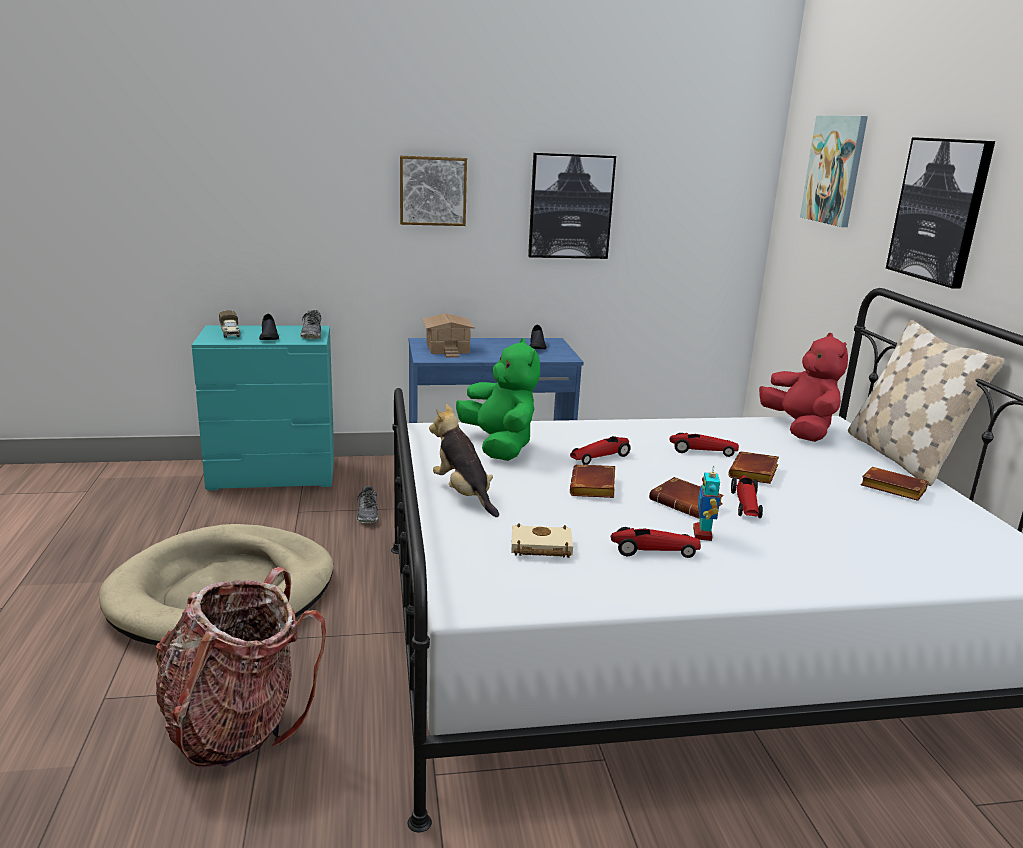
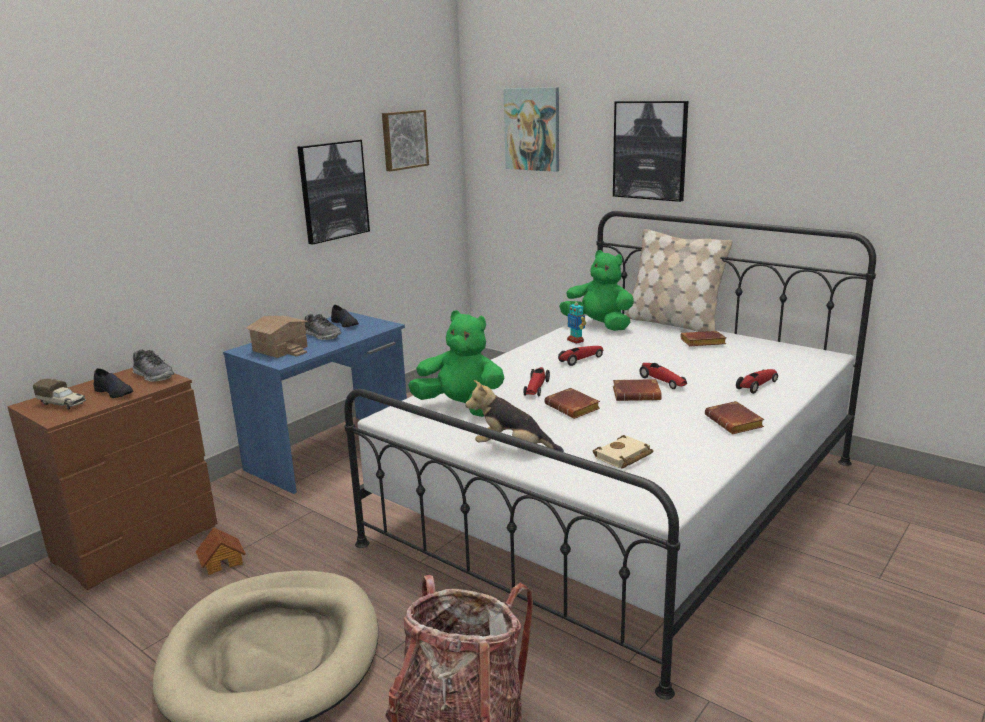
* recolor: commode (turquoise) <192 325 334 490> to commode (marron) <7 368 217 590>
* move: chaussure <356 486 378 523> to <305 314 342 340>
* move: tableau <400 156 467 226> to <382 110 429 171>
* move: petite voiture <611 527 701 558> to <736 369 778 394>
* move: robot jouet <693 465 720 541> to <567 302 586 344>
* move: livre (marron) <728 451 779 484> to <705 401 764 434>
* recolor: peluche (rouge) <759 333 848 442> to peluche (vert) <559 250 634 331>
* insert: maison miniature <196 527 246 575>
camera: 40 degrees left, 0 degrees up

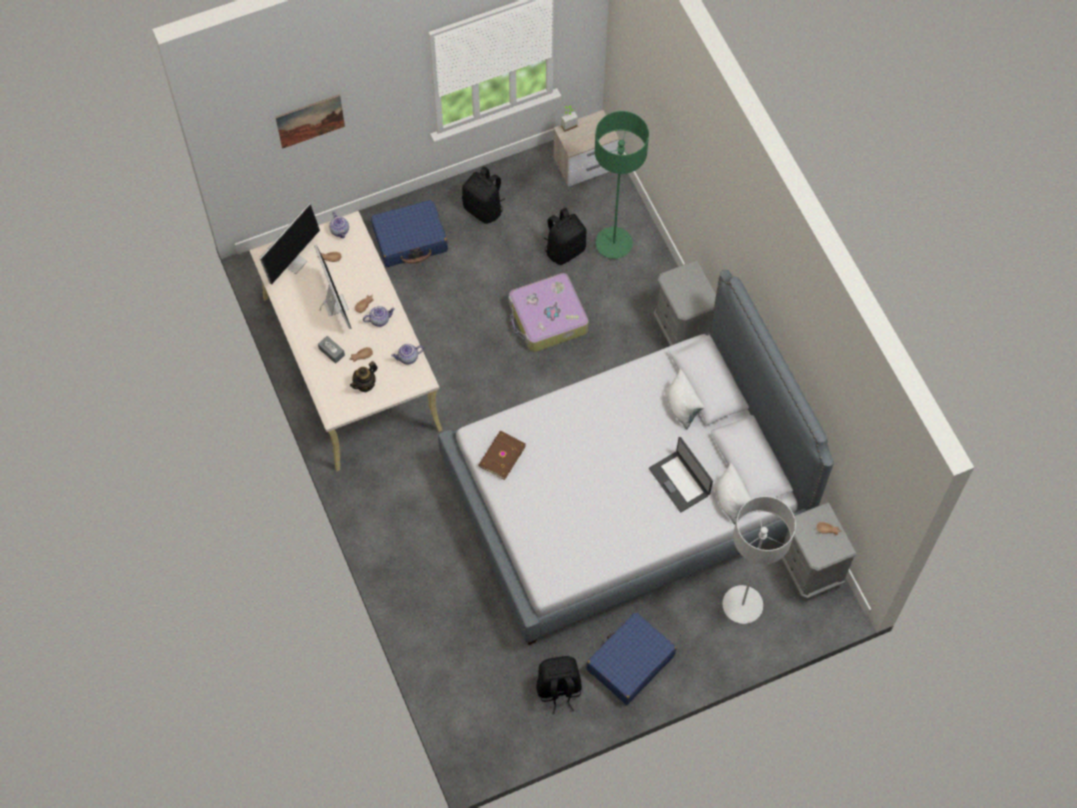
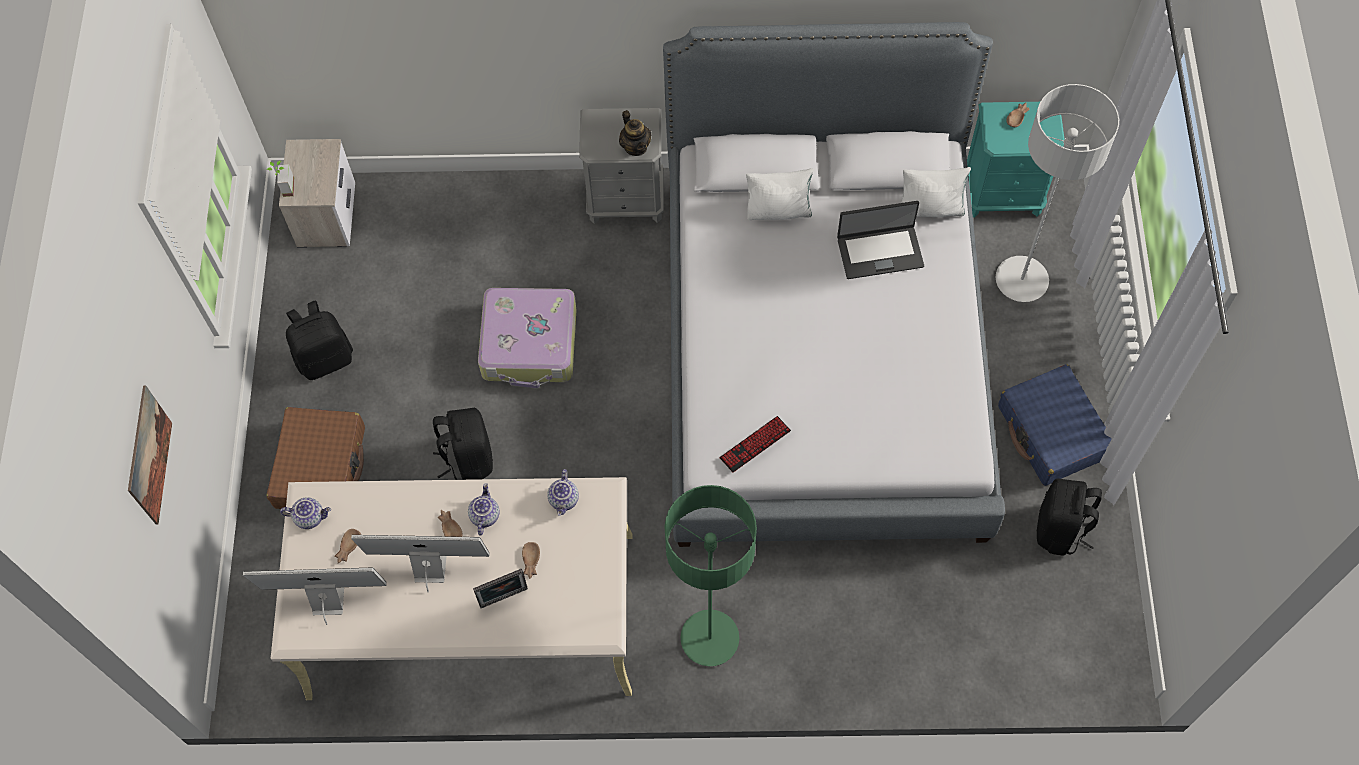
* rotate: écran d'ordinateur <259 203 320 285> = <243 567 387 625> 60 degrees counterclockwise
* replace: boîte à mouchoirs (gris) <318 336 345 364> to cadre photo <473 569 528 608>
* move: théière <350 361 378 392> to <619 110 651 156>
* recolor: valise (bleu) <371 200 448 267> to valise (marron) <266 407 365 509>
* replace: livre (marron) <478 431 526 480> to clavier <720 416 791 473>
* move: sac à dos (noir) <544 208 586 265> to <433 408 493 480>
* move: lampadaire (vert) <595 111 649 259> to <665 485 757 666>
* recolor: table de chevet (gris) <780 502 856 601> to table de chevet (turquoise) <967 102 1064 218>
camera: 65 degrees left, 0 degrees up

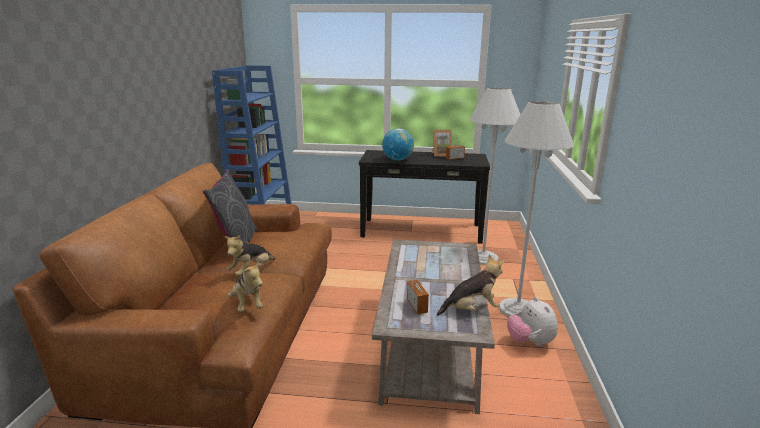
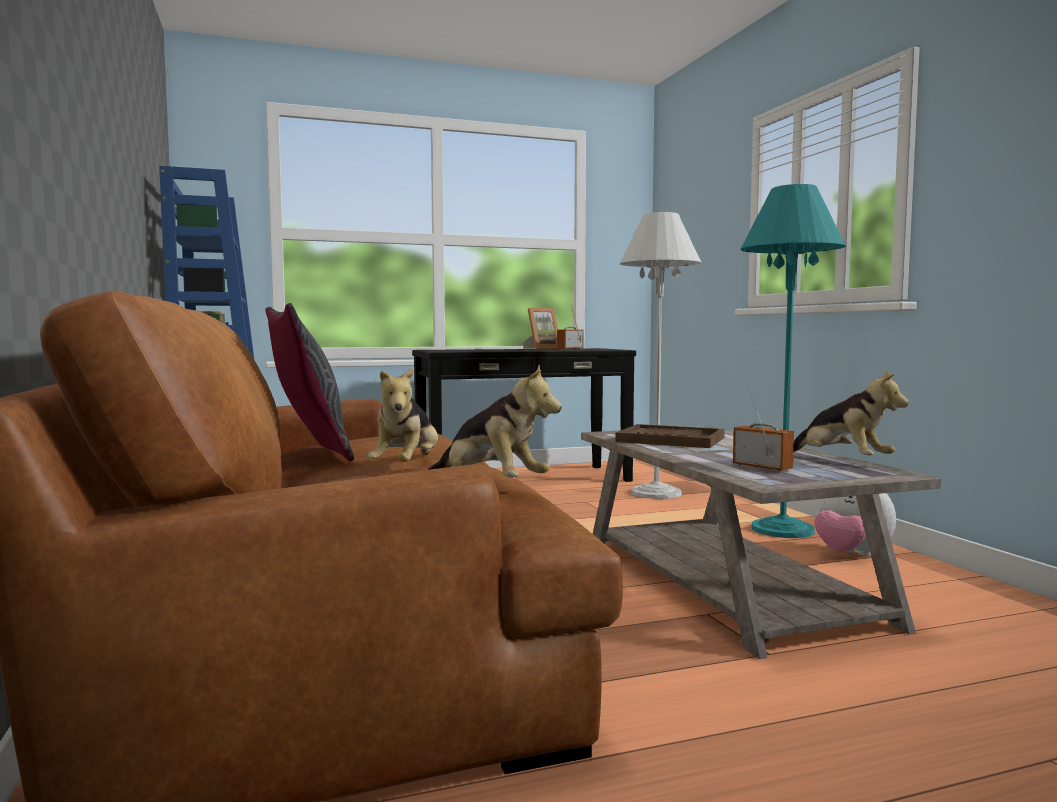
* delete: globe <382 129 414 161>
* rotate: peluche <437 255 504 316> = <793 370 909 455> 90 degrees clockwise
* recolor: lampadaire (blanc) <499 101 574 317> to lampadaire (turquoise) <740 184 846 538>
* insert: plateau (marron) <615 424 725 448>
camera: 25 degrees left, 15 degrees down

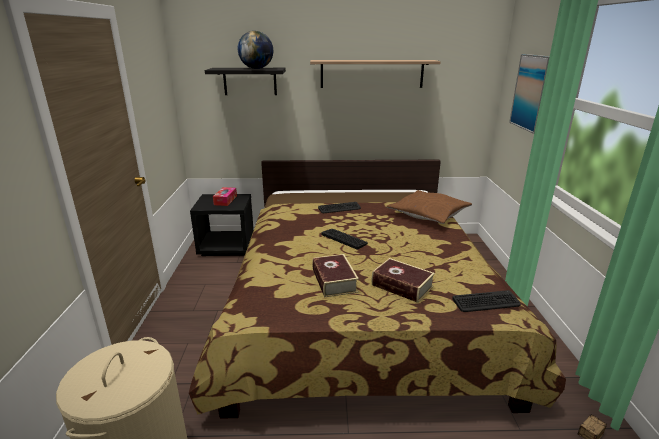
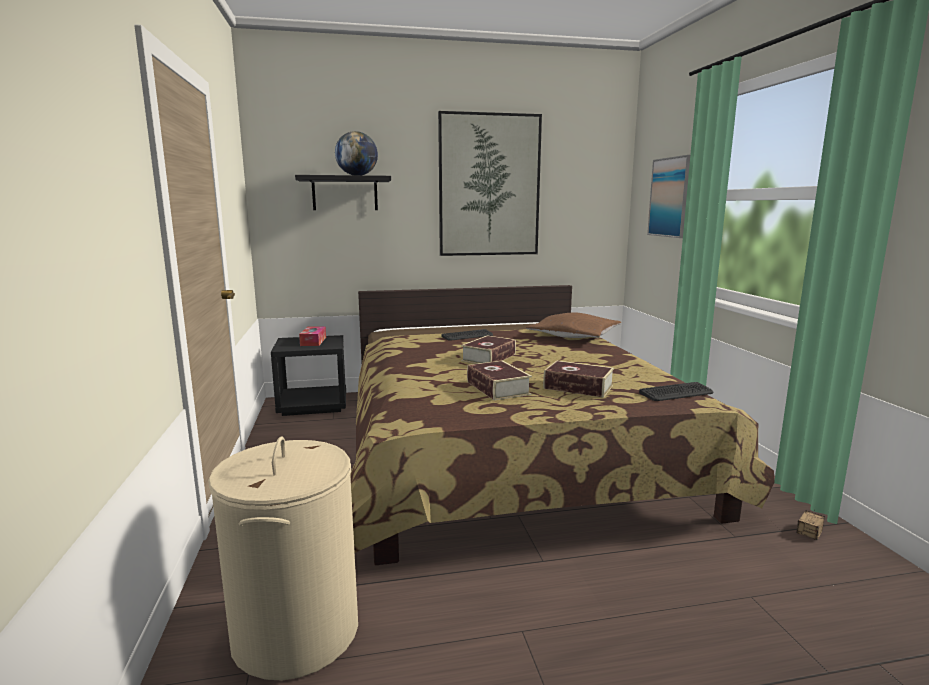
* replace: étagère <310 60 441 88> to tableau <438 111 542 256>
* replace: clavier <321 229 368 250> to livre <461 335 516 364>
camera: 10 degrees left, 10 degrees down

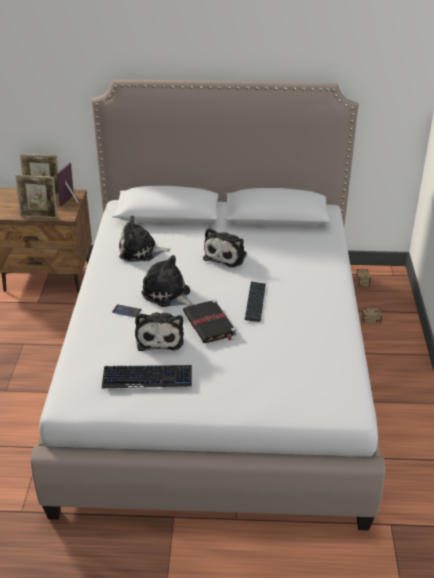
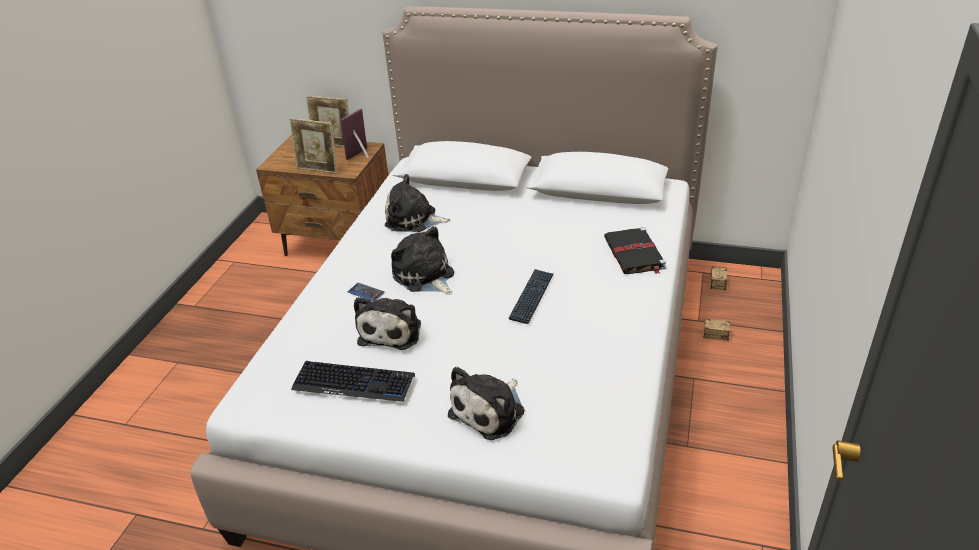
* move: livre (noir) <183 300 237 343> to <604 227 666 274>
* move: peluche <203 228 247 268> to <448 366 525 440>
camera: 15 degrees right, 0 degrees up

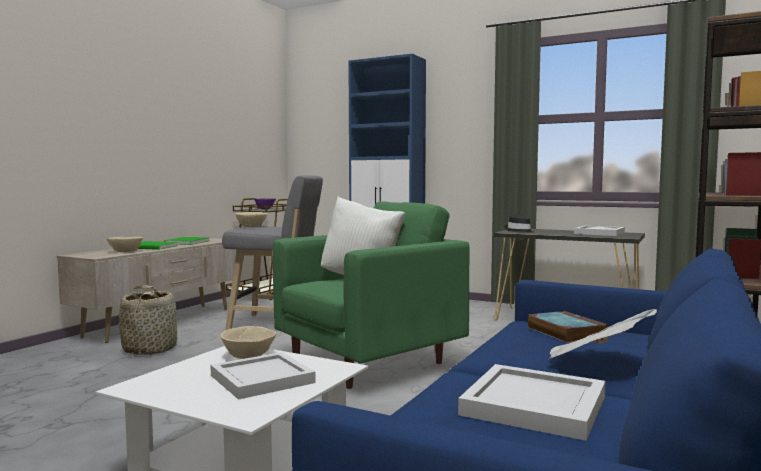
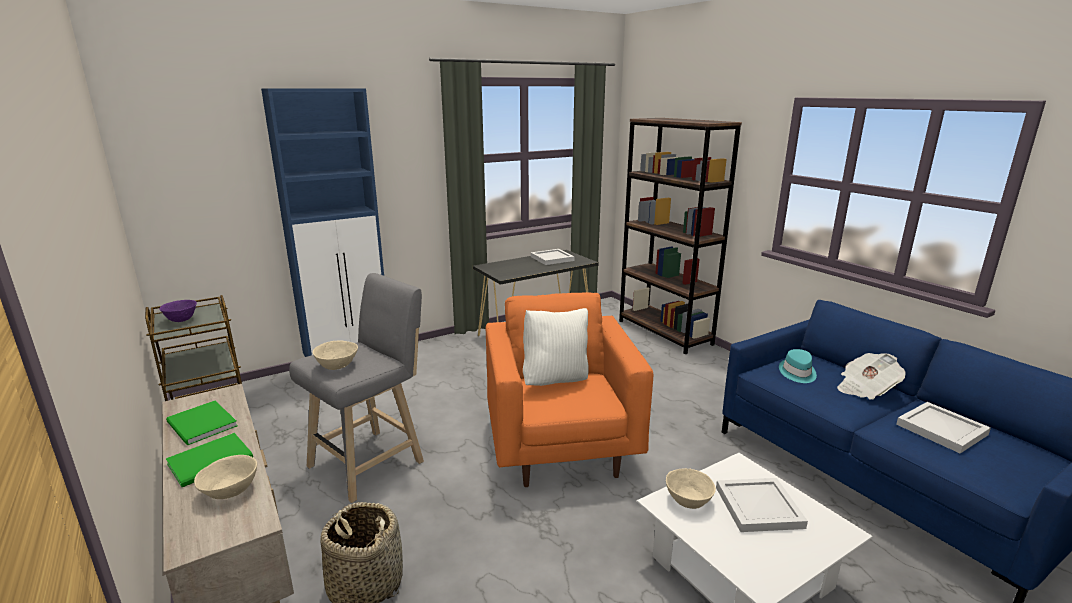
* recolor: fauteuil (vert) <272 202 469 389> to fauteuil (orange) <486 292 653 487>
* delete: chapeau (noir) <505 215 534 233>
* replace: livre <528 311 608 343> to chapeau (turquoise) <779 349 817 383>
camera: 60 degrees left, 15 degrees up

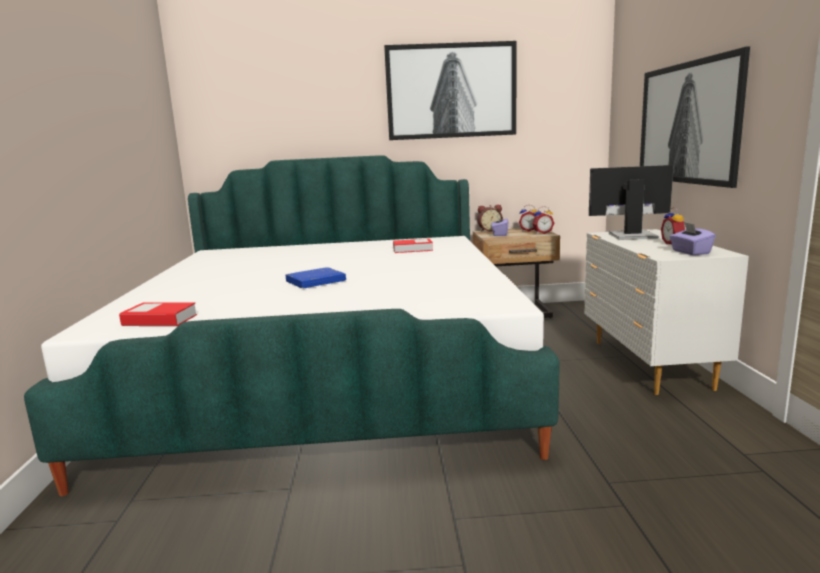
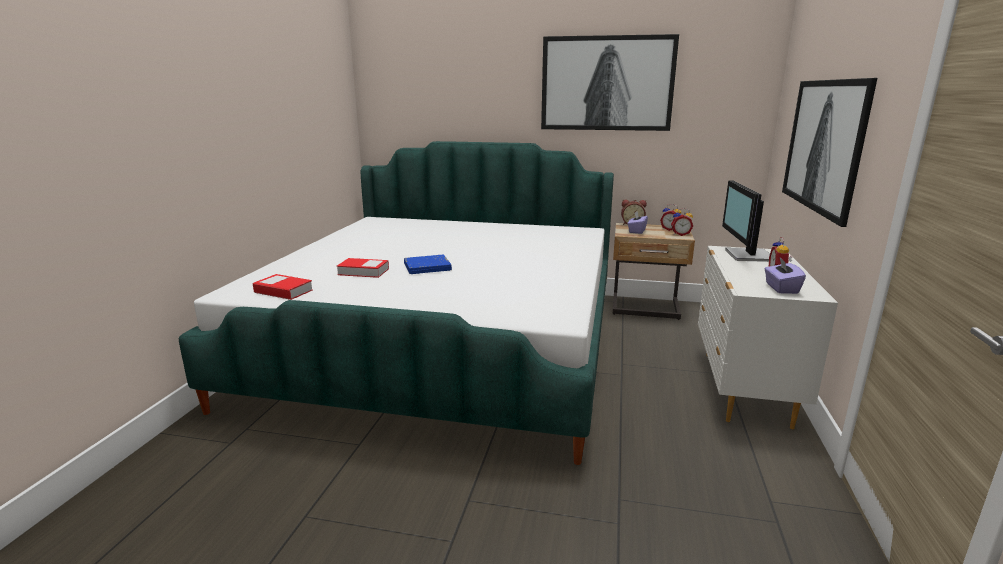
* move: livre <393 238 433 253> to <337 258 389 278>
* rotate: écran d'ordinateur <589 165 674 240> = <722 180 770 262> 105 degrees counterclockwise
camera: 15 degrees right, 5 degrees up

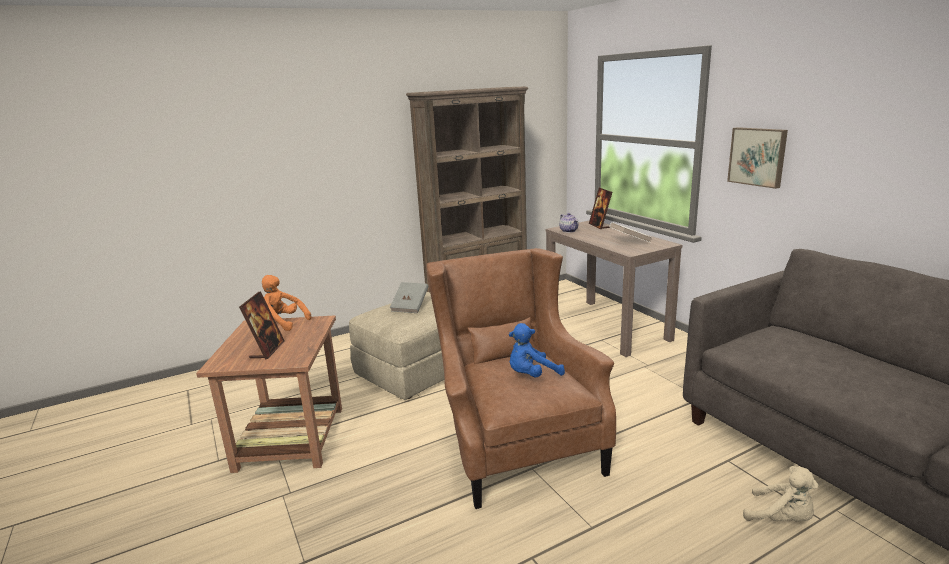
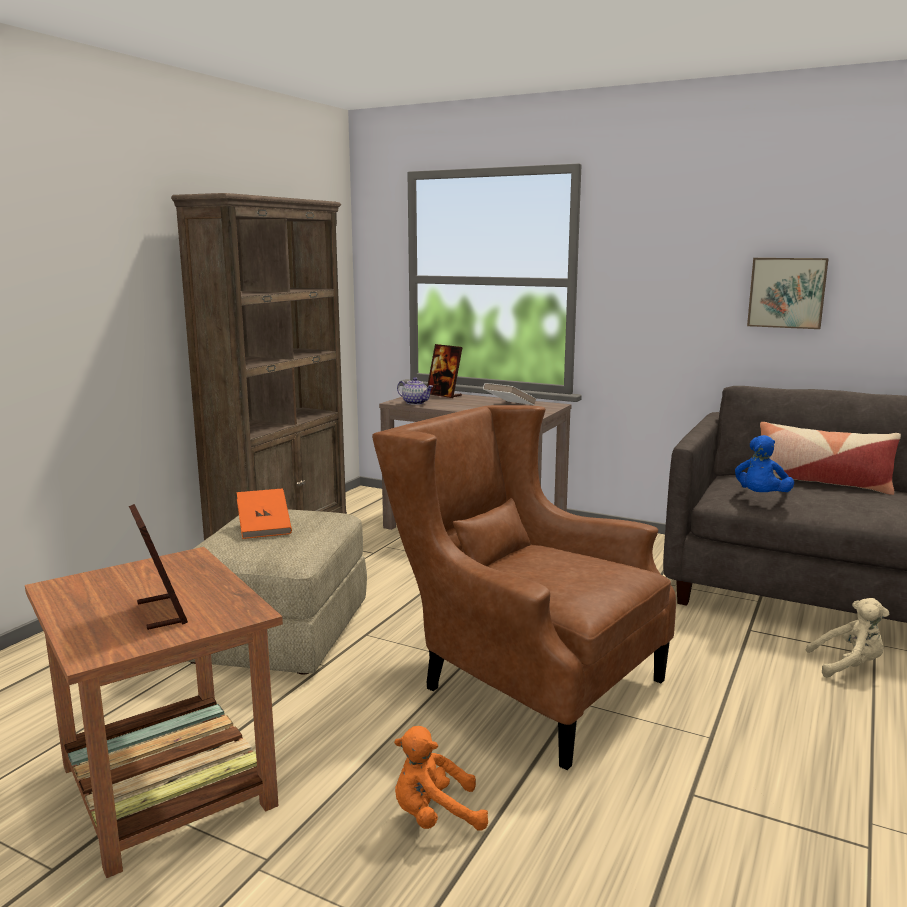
* move: peluche (orange) <262 275 311 331> to <394 726 488 831>
* recolor: livre (gris) <390 282 428 313> to livre (orange) <237 489 292 539>
* move: peluche (bleu) <509 323 565 377> to <735 435 794 492>
* move: tableau <727 127 788 189> to <747 258 829 329>
* insert: coussin <760 422 901 495>
camera: 35 degrees left, 5 degrees down

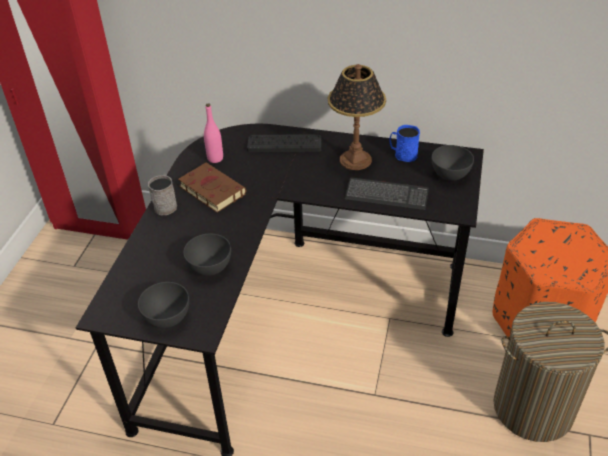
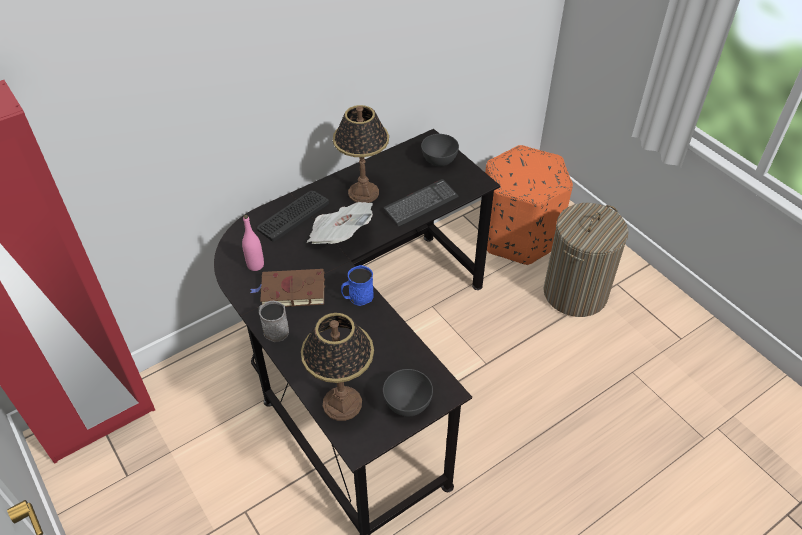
* delete: bol (gris) <183 234 231 276>
* move: mug (bleu) <389 125 420 162> to <341 265 374 306>
* insert: lampe de table <301 312 374 421>
* insert: journal <306 202 373 244>
camera: 50 degrees left, 5 degrees up

